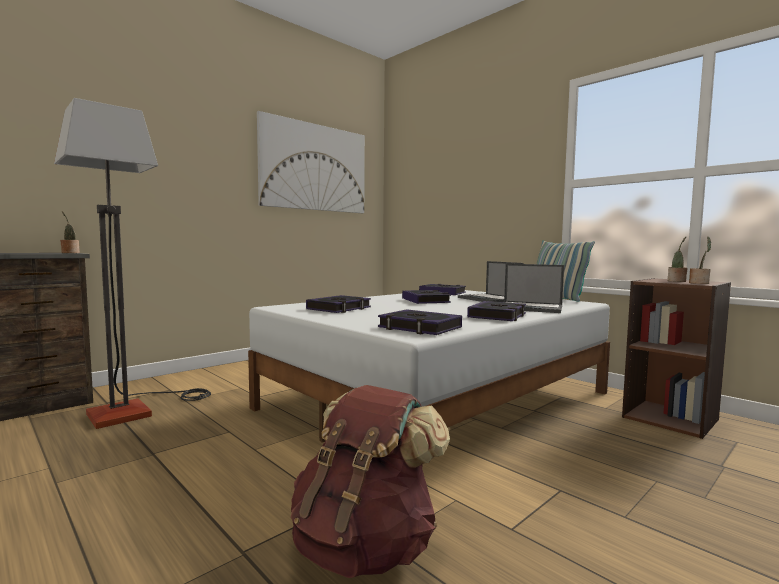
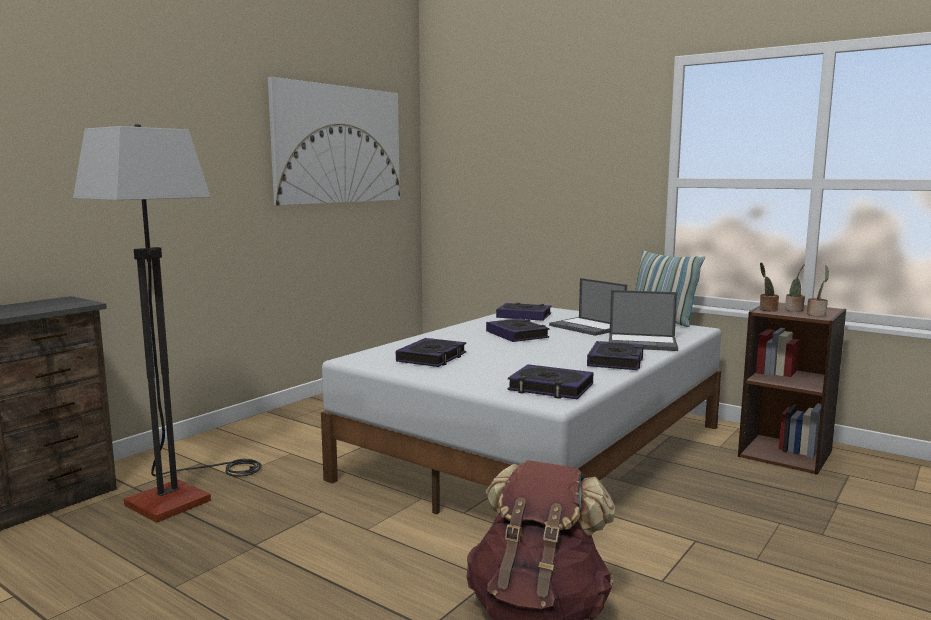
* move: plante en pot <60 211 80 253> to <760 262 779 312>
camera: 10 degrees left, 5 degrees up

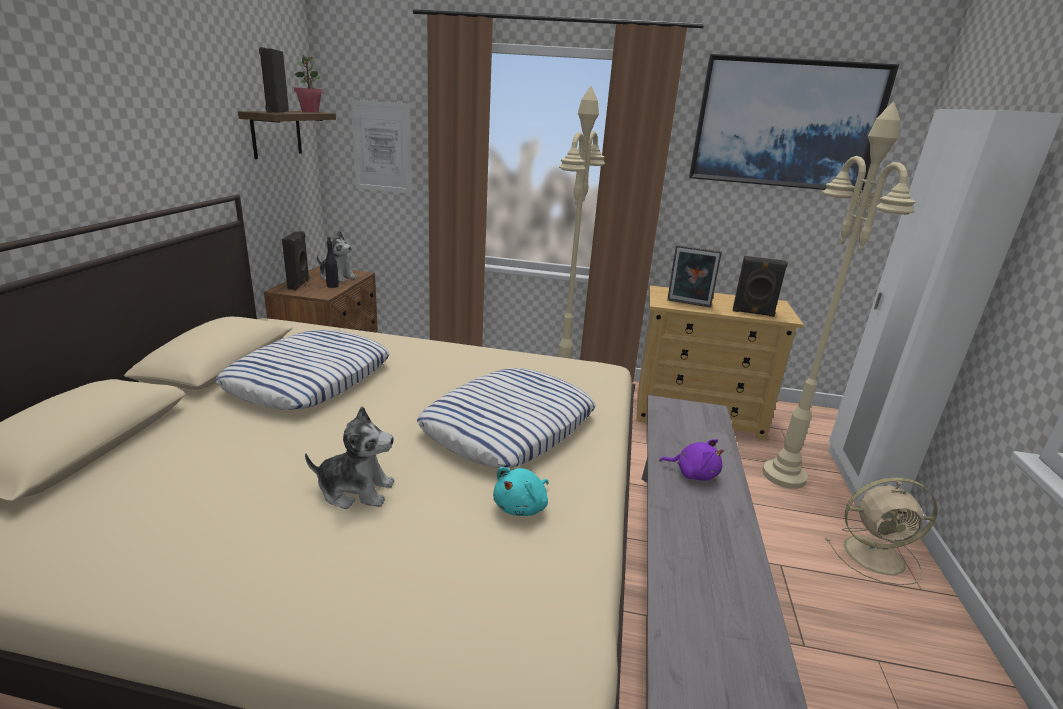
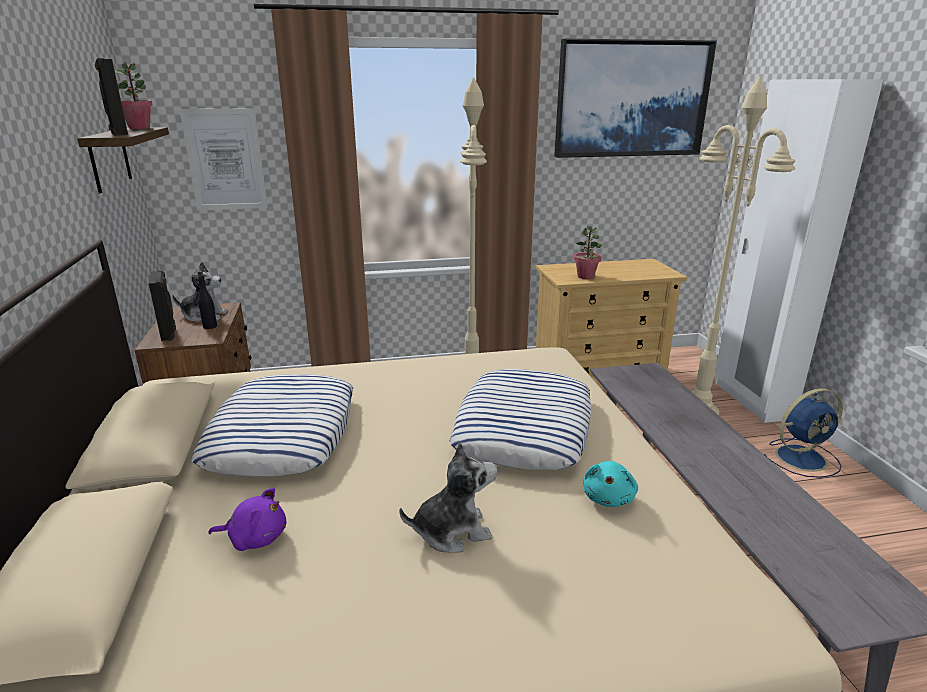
* move: peluche (violet) <659 439 724 481> to <208 488 286 551>
* replace: cadre photo <667 245 722 308> to plante en pot <574 226 602 279>
* delete: enceinte (noir) <733 256 788 317>
* recolor: ventilateur (beige) <826 477 938 585> to ventilateur (bleu) <764 388 843 478>
camera: 20 degrees left, 0 degrees up

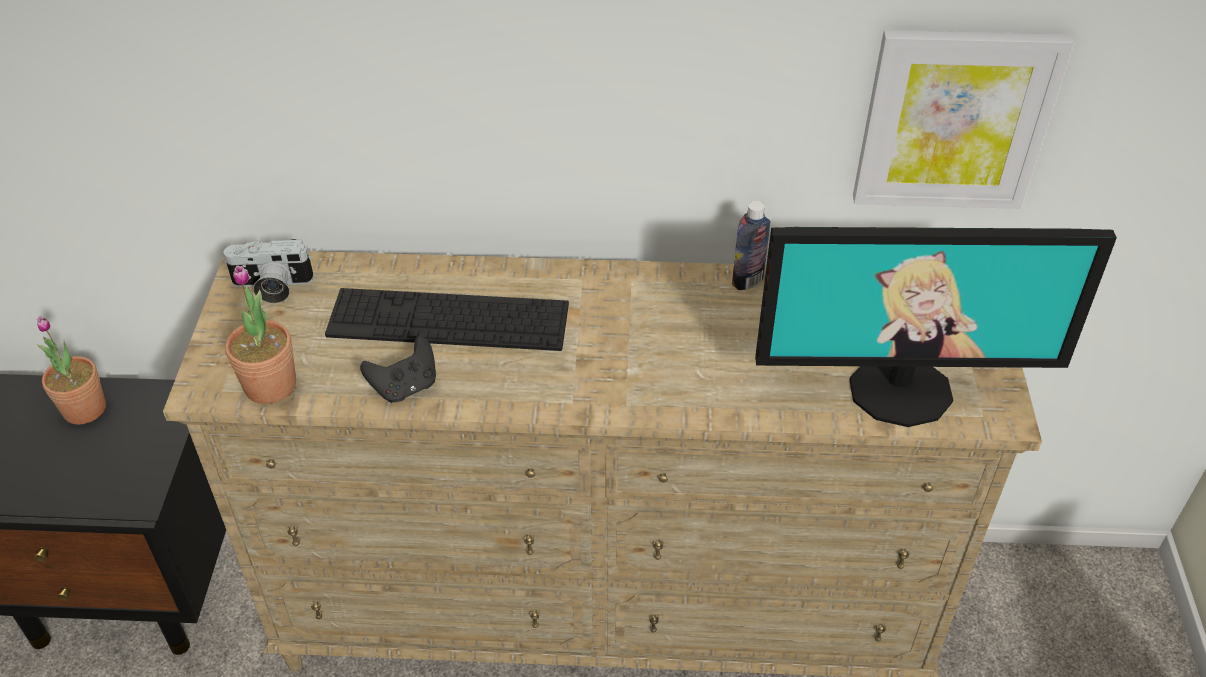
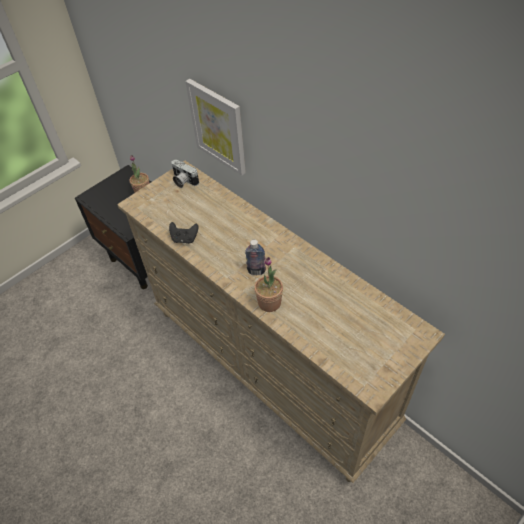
* move: plante en pot <225 265 296 404> to <254 257 283 312>
* delete: clavier <325 288 569 351>
* move: bouteille <732 201 771 290> to <245 240 266 275>
* delete: écran d'ordinateur <755 227 1117 427>
* move: tableau <853 30 1074 209> to <185 79 246 176>
camera: 45 degrees right, 5 degrees up

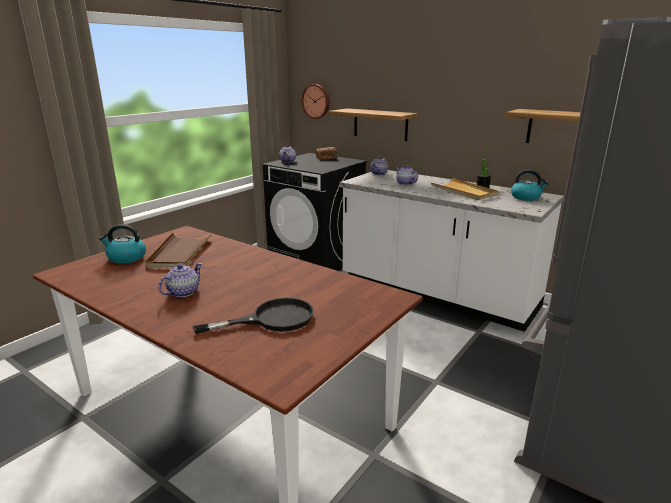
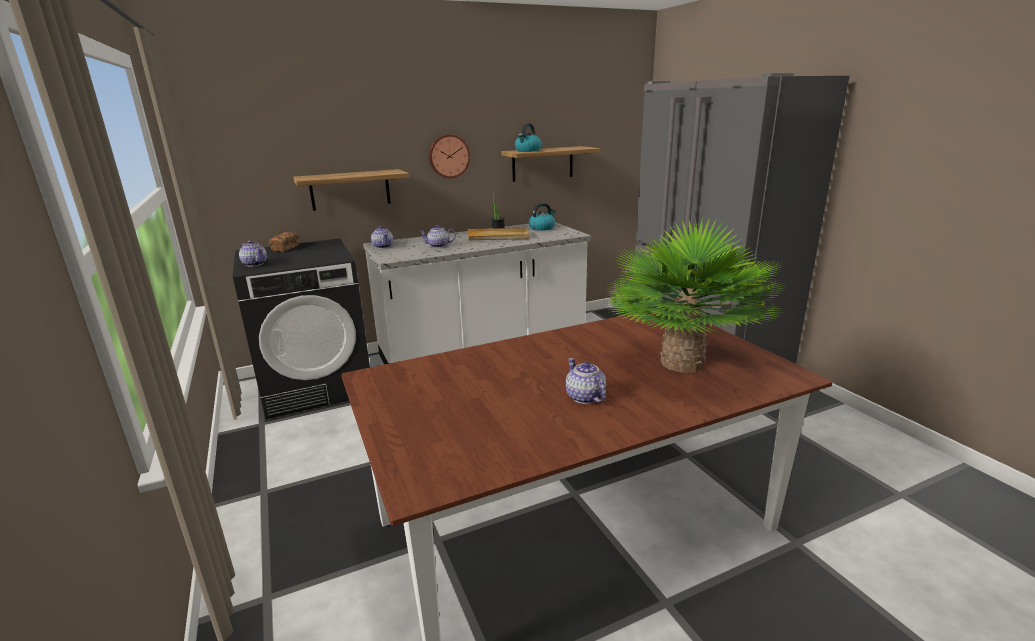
* move: bouilloire <99 224 146 264> to <515 123 542 152>
* delete: plateau (marron) <145 232 212 267>
* replace: poêle (noir) <193 298 314 334> to plante en pot <602 217 783 373>
* move: horloge murale <301 84 330 119> to <429 134 470 178>
camera: 60 degrees left, 0 degrees up

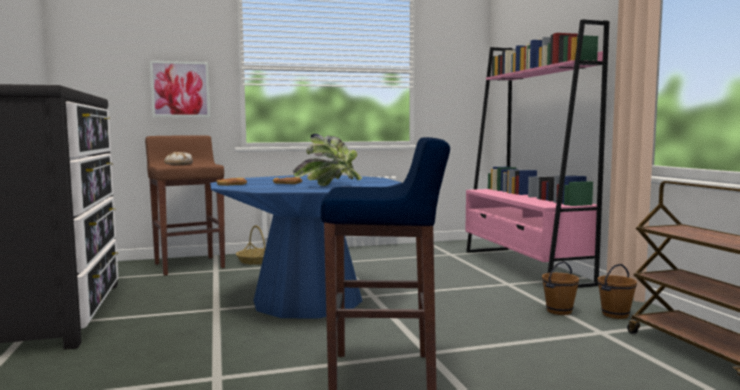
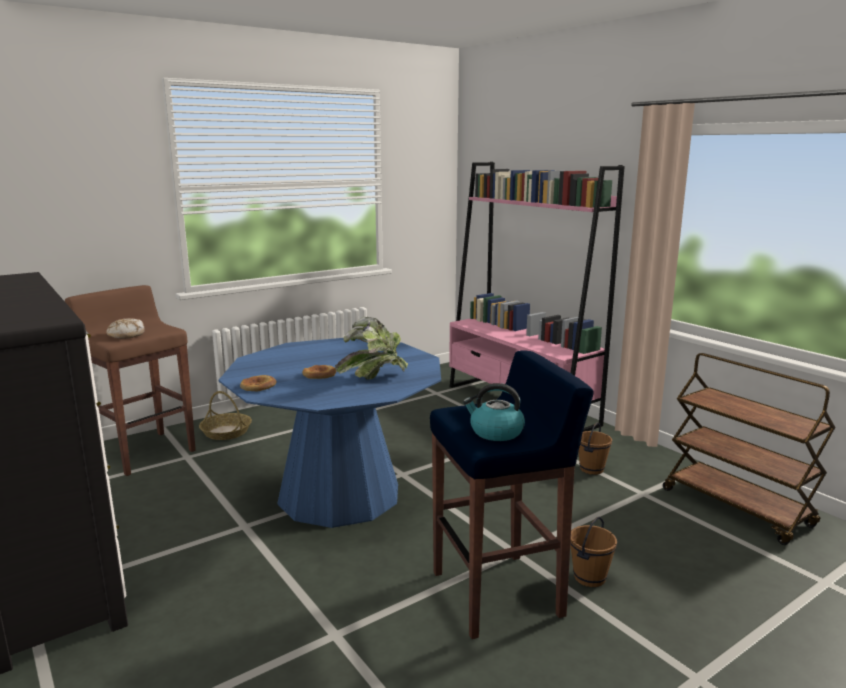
* delete: tableau <150 61 210 117>
* move: seau (marron) <598 264 637 319> to <570 517 617 587>
* insert: bouilloire <463 383 525 441>
camera: 20 degrees left, 10 degrees up

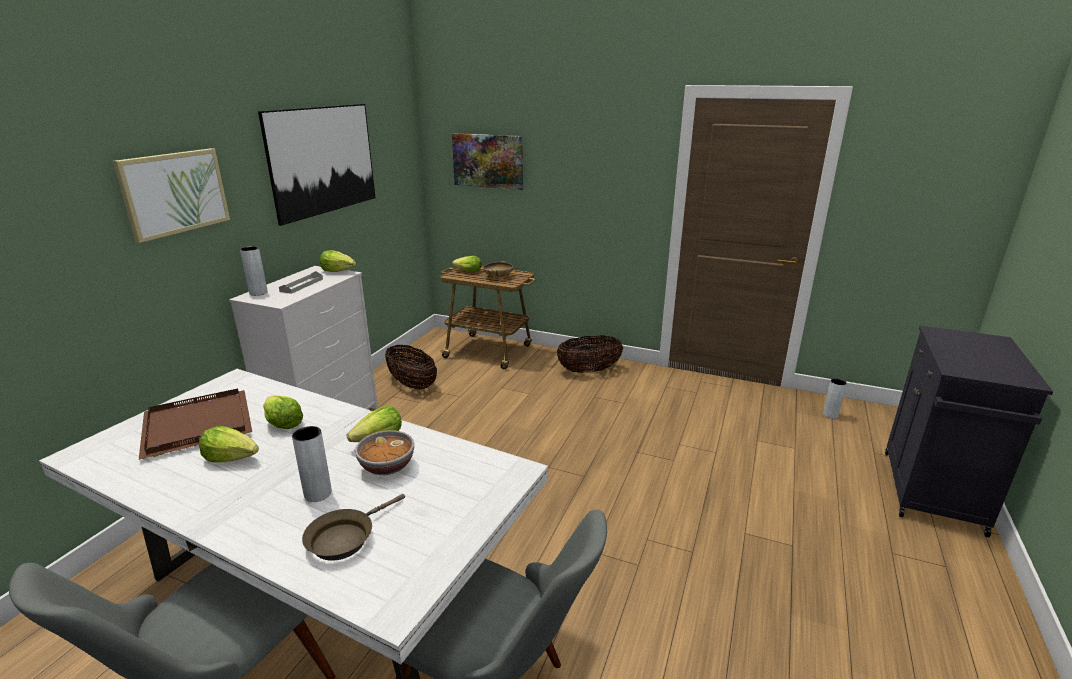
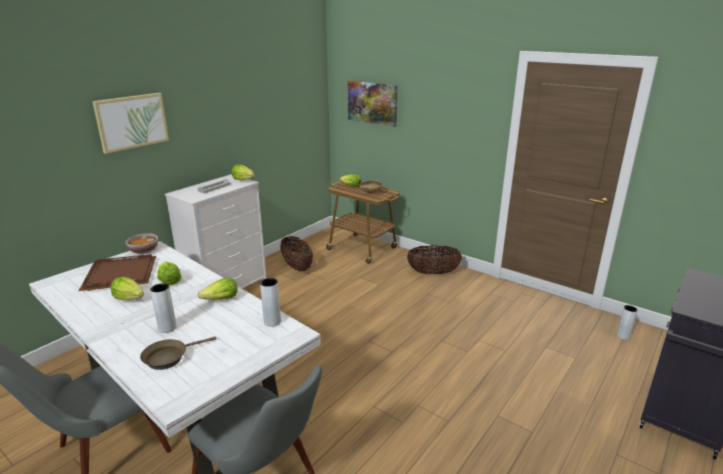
* move: vase (gris) <240 246 268 296> to <260 278 281 327>
* delete: tableau <258 104 376 226>
* move: bol <355 430 414 475> to <126 233 158 254>
camera: 15 degrees right, 0 degrees up

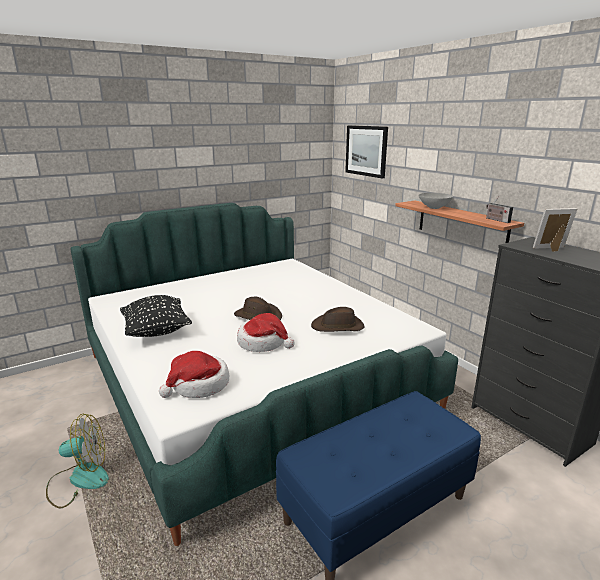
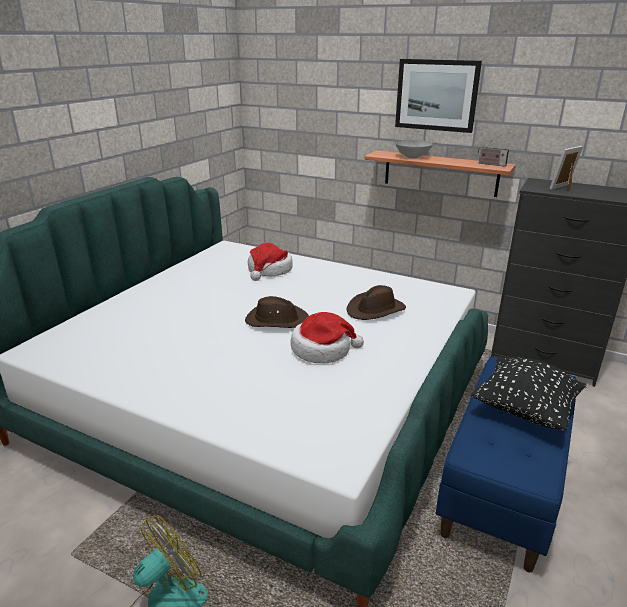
* move: coussin (noir) <120 295 192 337> to <471 356 586 431>
* move: chapeau <159 351 229 398> to <248 243 293 281>
* move: tableau <345 125 388 178> to <395 59 482 133>
camera: 30 degrees left, 5 degrees up

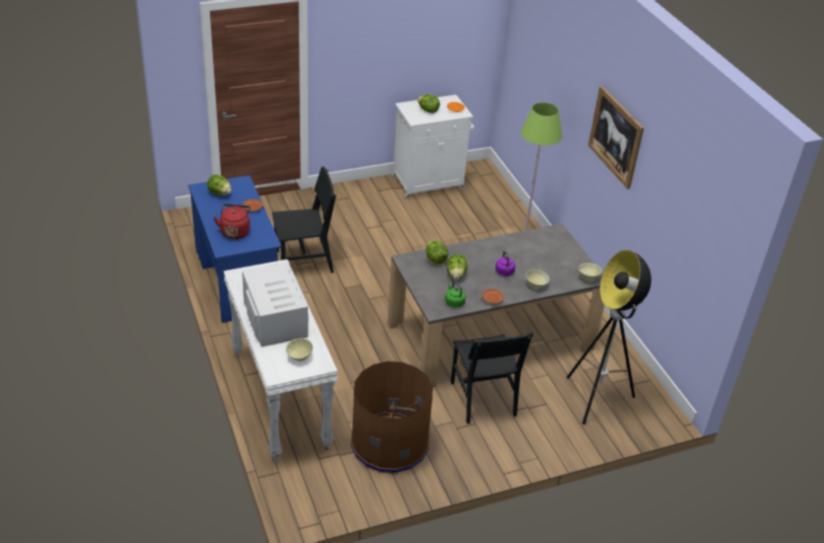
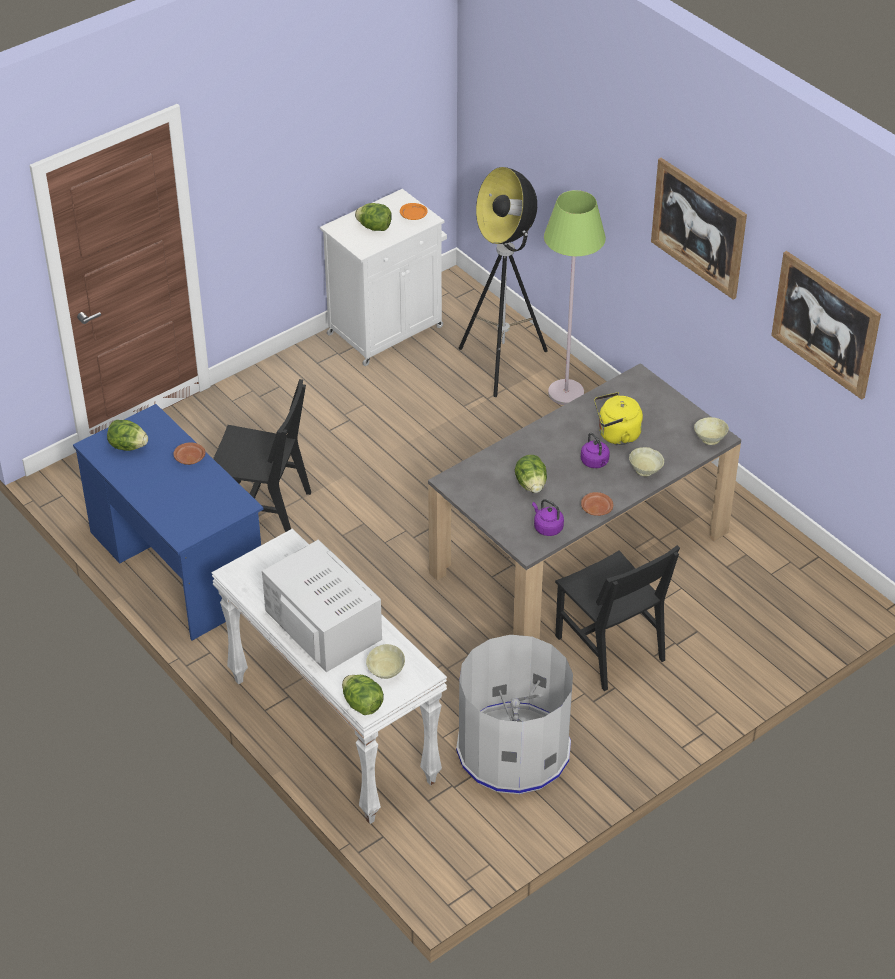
* delete: bouilloire (rouge) <213 204 251 239>
* rotate: chaise (noir) <272 167 336 273> = <213 379 311 532> 45 degrees clockwise
* recolor: poubelle (marron) <350 361 433 473> to poubelle (gris) <456 635 573 794>
* move: laitue <426 241 448 264> to <342 675 384 715>
* recolor: bouilloire (vert) <445 281 466 308> to bouilloire (violet) <532 499 564 536>
* move: lampadaire <567 250 651 425> to <459 167 548 397>
* insert: bouilloire (jaune) <594 392 643 445>
* insert: tableau <771 251 881 400>
camera: 15 degrees left, 5 degrees up

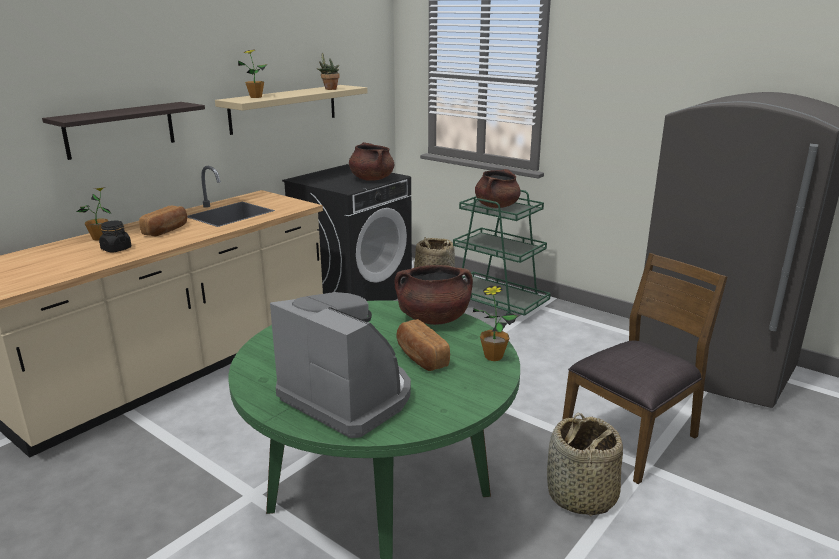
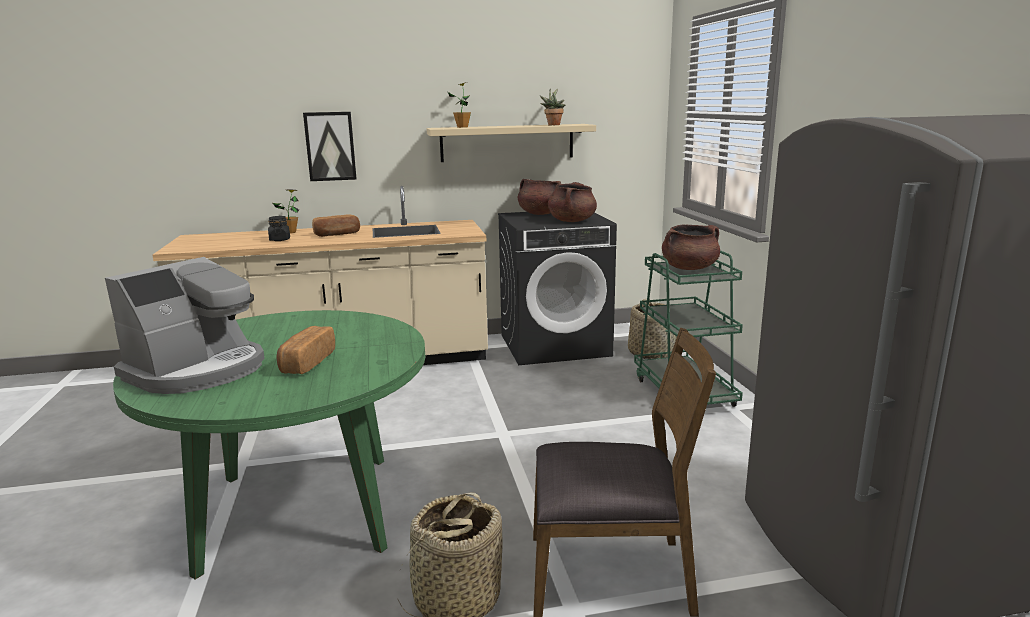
* replace: étagère <42 102 205 160> to tableau <303 112 357 181>
* rotate: machine à café <270 292 411 438> = <105 257 265 394> 45 degrees clockwise
* move: marmite (marron) <394 265 473 325> to <518 179 561 215>
* delete: plante en pot <473 286 518 361>
camera: 40 degrees right, 5 degrees down

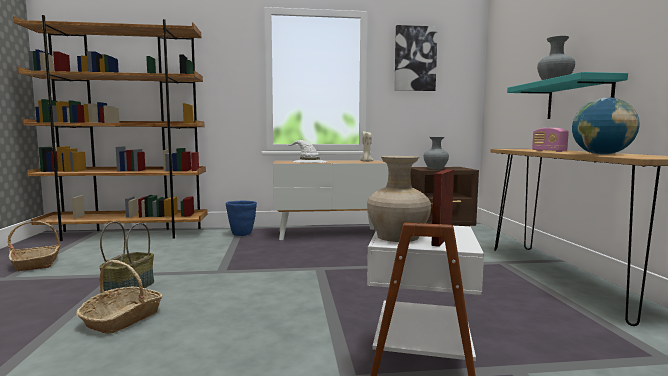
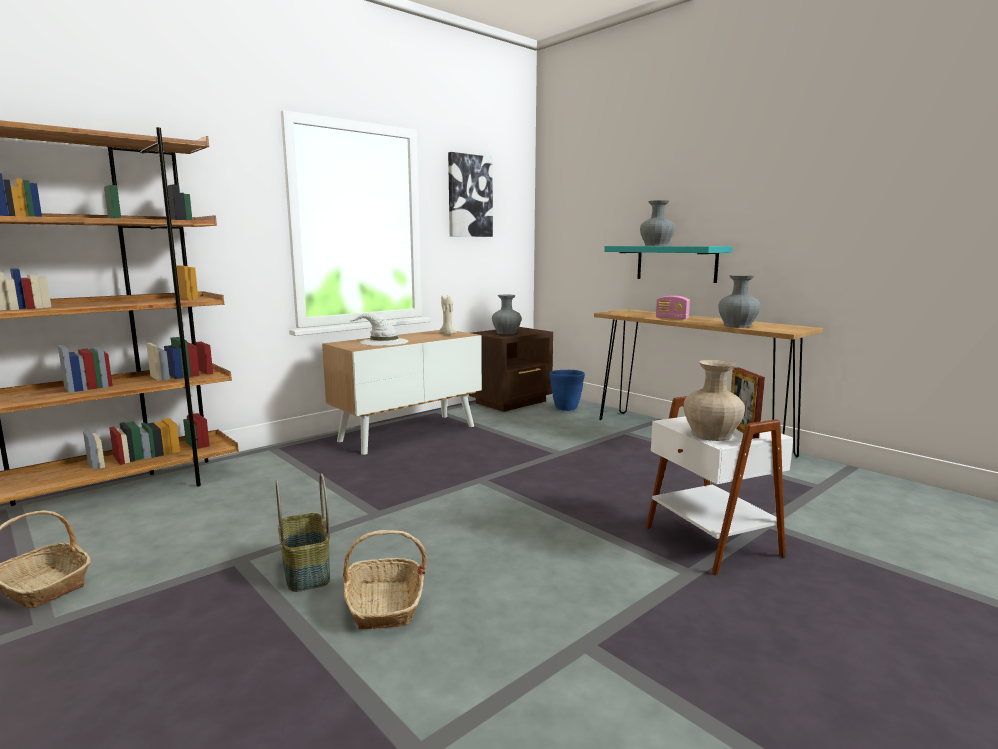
* move: cache-pot (bleu) <226 201 257 236> to <549 370 585 411>
* replace: globe <572 98 639 155> to vase (gris) <718 275 760 328>
camera: 35 degrees left, 5 degrees up

